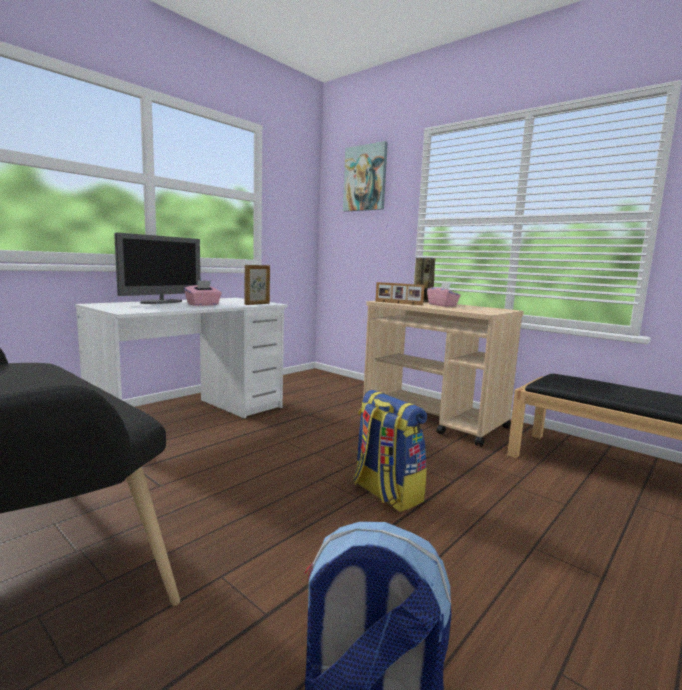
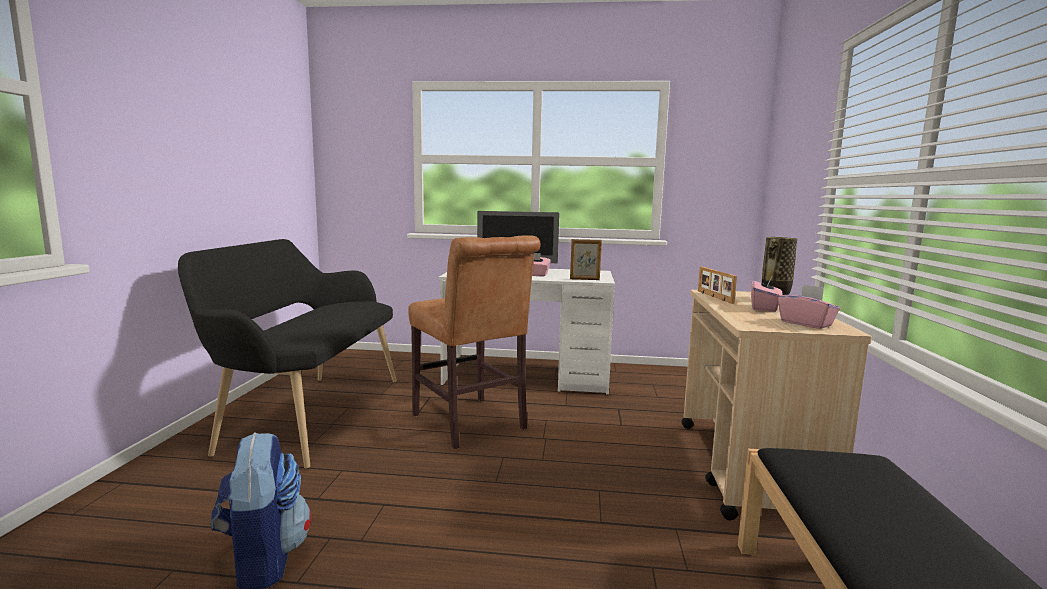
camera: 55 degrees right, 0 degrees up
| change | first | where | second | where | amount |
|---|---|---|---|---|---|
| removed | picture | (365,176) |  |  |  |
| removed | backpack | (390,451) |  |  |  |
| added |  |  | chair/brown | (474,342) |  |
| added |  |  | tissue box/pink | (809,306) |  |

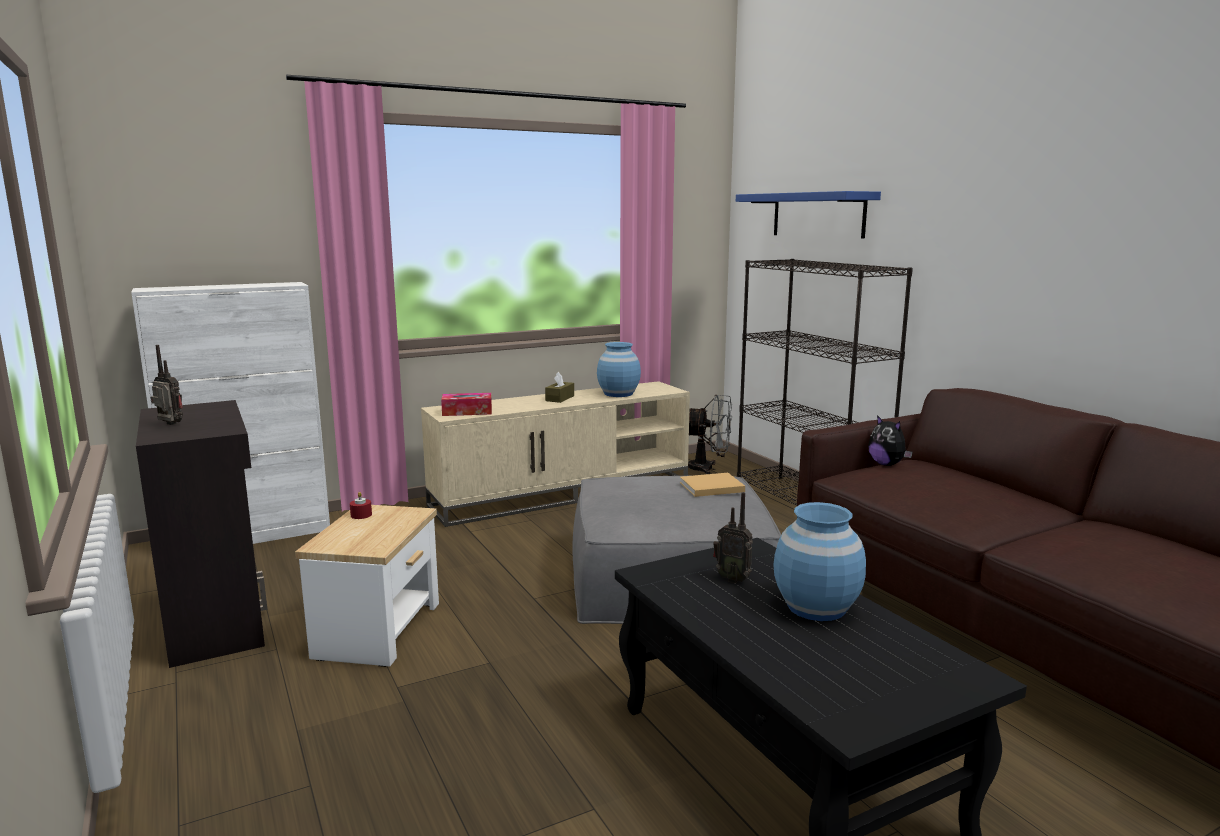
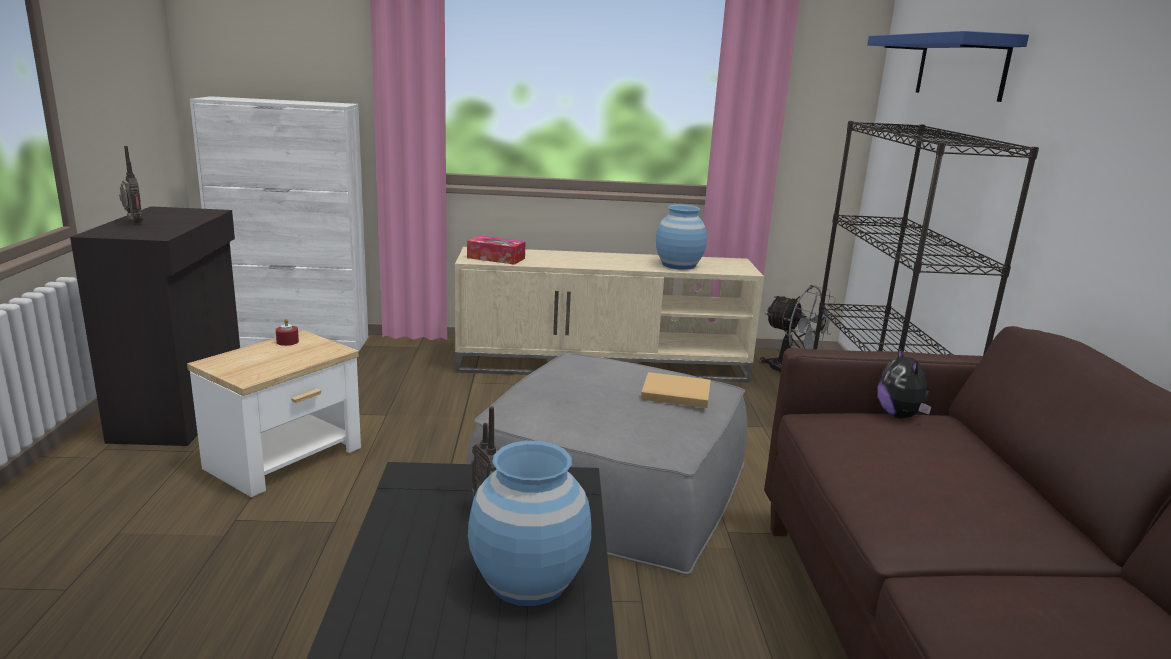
camera: 25 degrees right, 5 degrees up
| change | first | where | second | where | amount |
|---|---|---|---|---|---|
| removed | tissue box/brown | (559,387) |  |  |  |

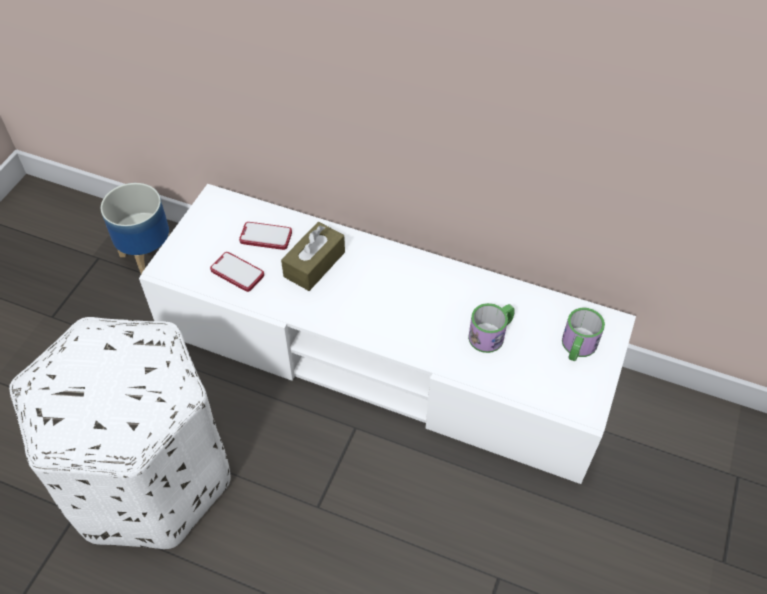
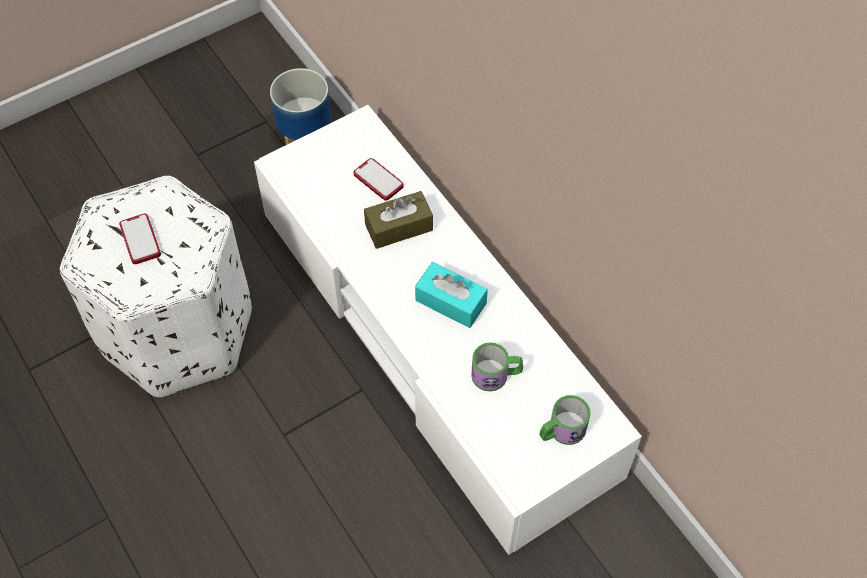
camera: 35 degrees right, 5 degrees up
| change | first | where | second | where | amount |
|---|---|---|---|---|---|
| moved | phone | (237,272) |  | (140,238) |  |
| added |  |  | tissue box/turquoise | (451,295) |  |

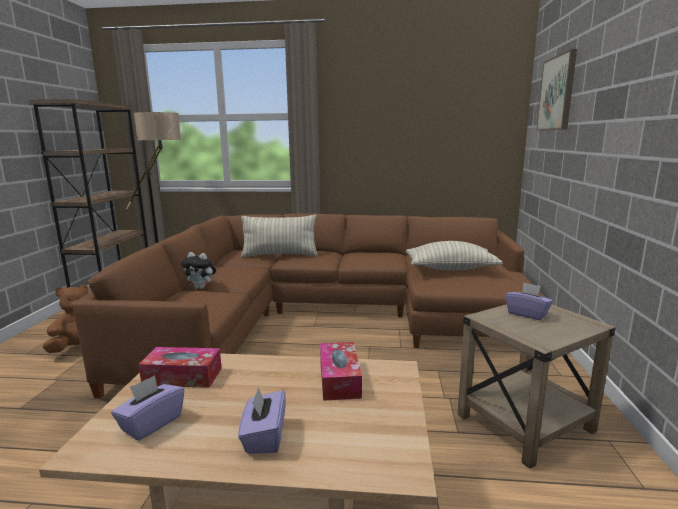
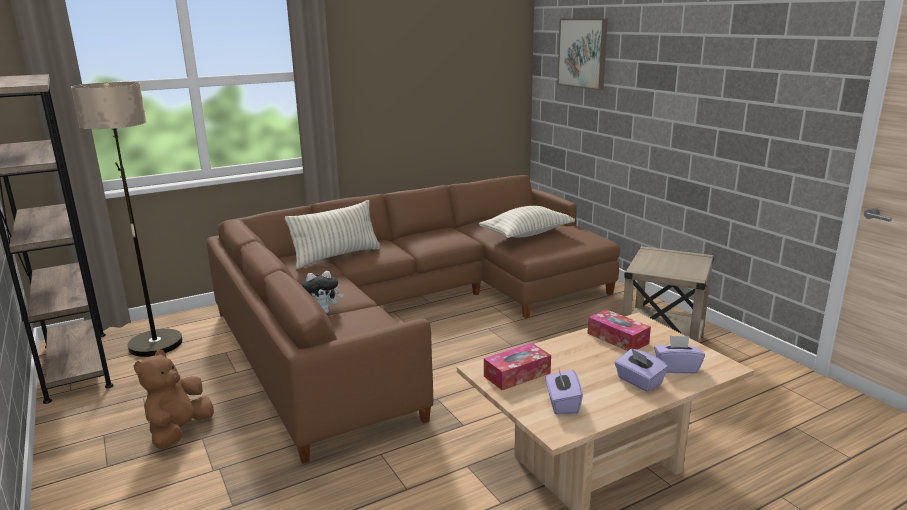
camera: 35 degrees left, 5 degrees up
| change | first | where | second | where | amount |
|---|---|---|---|---|---|
| moved | tissue box/purple | (529,301) |  | (679,354) |  |

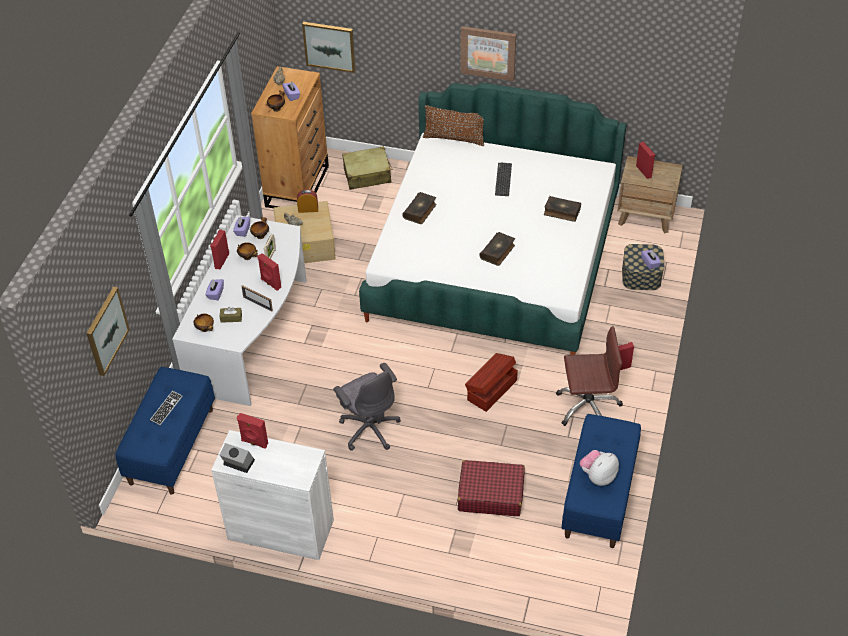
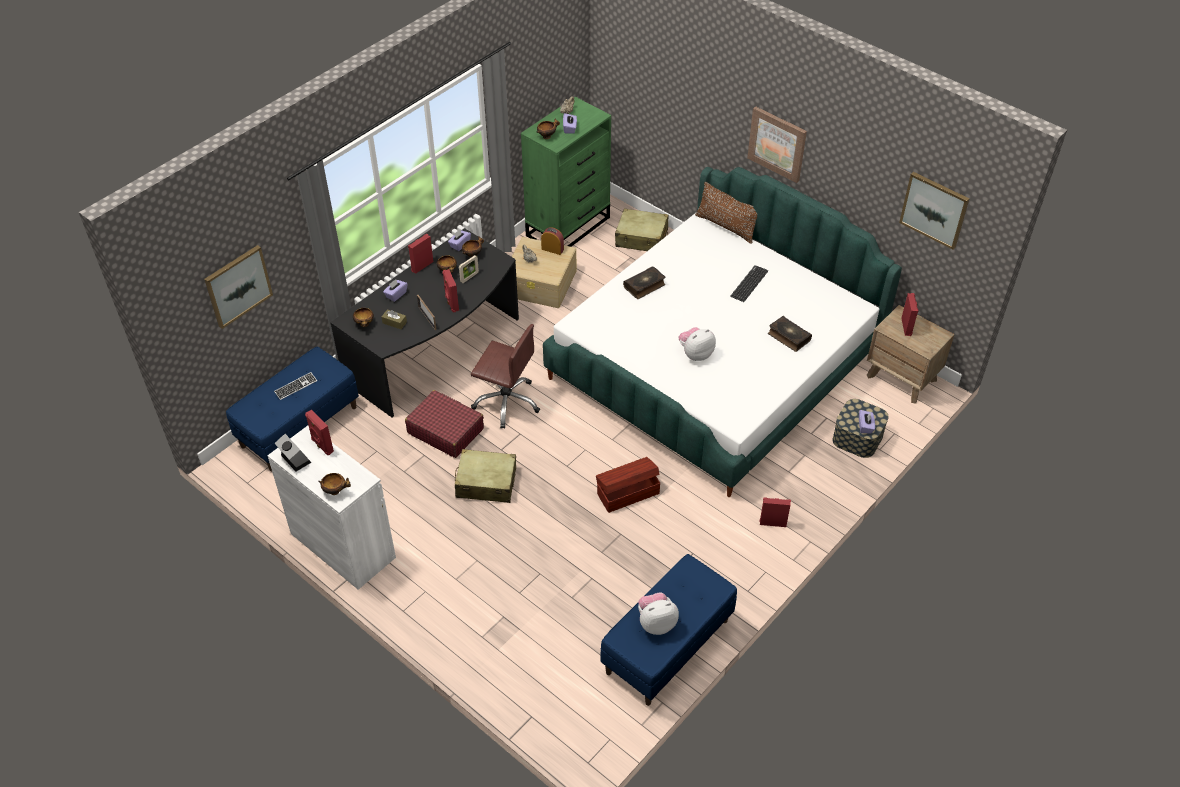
camera: 25 degrees right, 0 degrees up
| change | first | where | second | where | amount |
|---|---|---|---|---|---|
| recoloured | desk/white | (239,310) | desk/black | (424,322) |  |
| recoloured | dresser/brown | (290,137) | dresser/green | (566,172) |  |
| moved | picture | (328,47) |  | (934,211) |  |
| replaced | office chair/grey | (367,407) | suitcase/beige | (485,476) |  |
| moved | suitcase/red | (491,488) |  | (444,424) |  |
| replaced | book | (497,249) | plush toy | (697,344) |  |
| moved | office chair/brown | (589,376) |  | (505,376) |  |
| added |  |  | bowl | (334,484) |  |

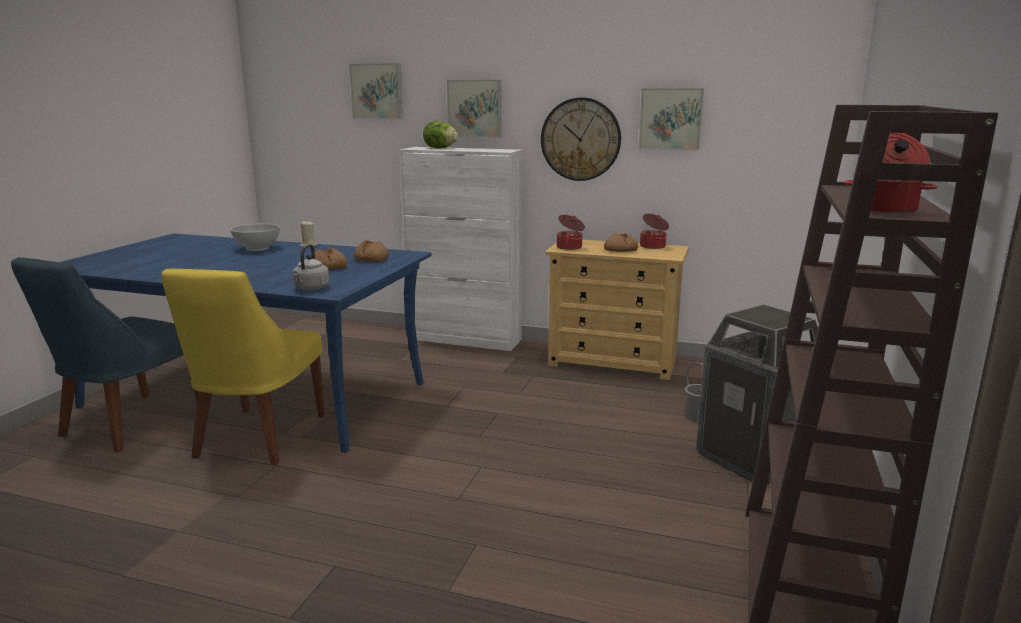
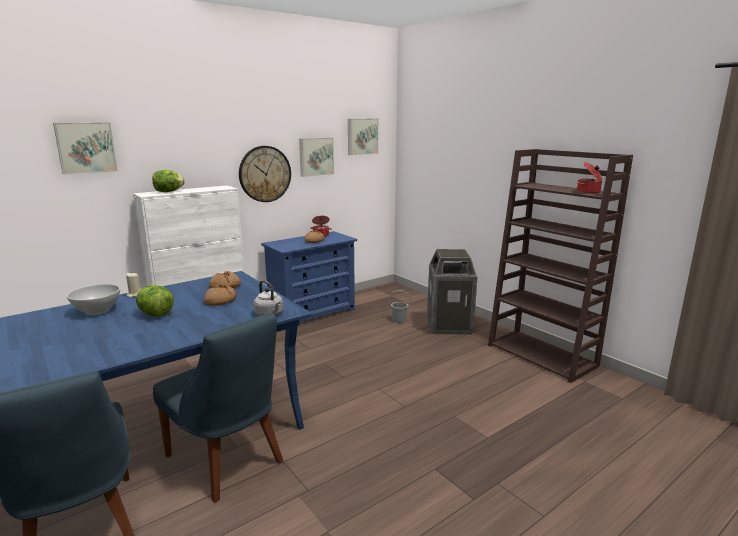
camera: 55 degrees left, 0 degrees up
| change | first | where | second | where | amount |
|---|---|---|---|---|---|
| recoloured | chair/yellow | (243,367) | chair/blue | (218,408) |  |
| moved | picture | (474,109) |  | (363,137) |  |
| recoloured | dresser/beige | (617,310) | dresser/blue | (309,276) |  |
| removed | cooking pot | (571,232) |  |  |  |
| added |  |  | lettuce | (155,300) |  |

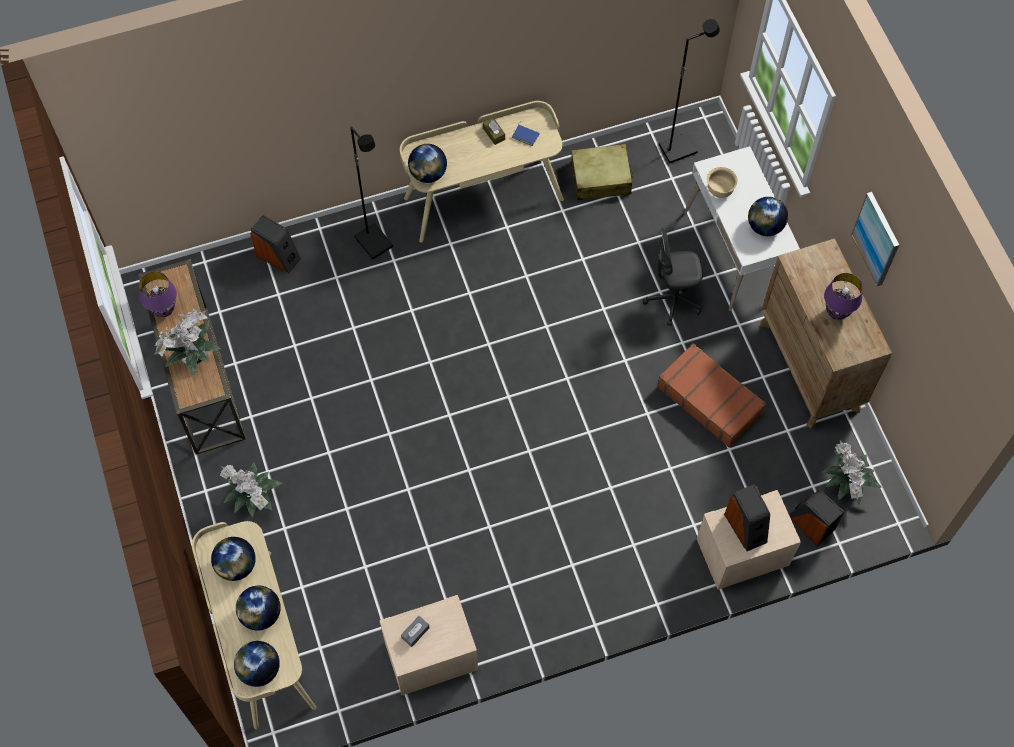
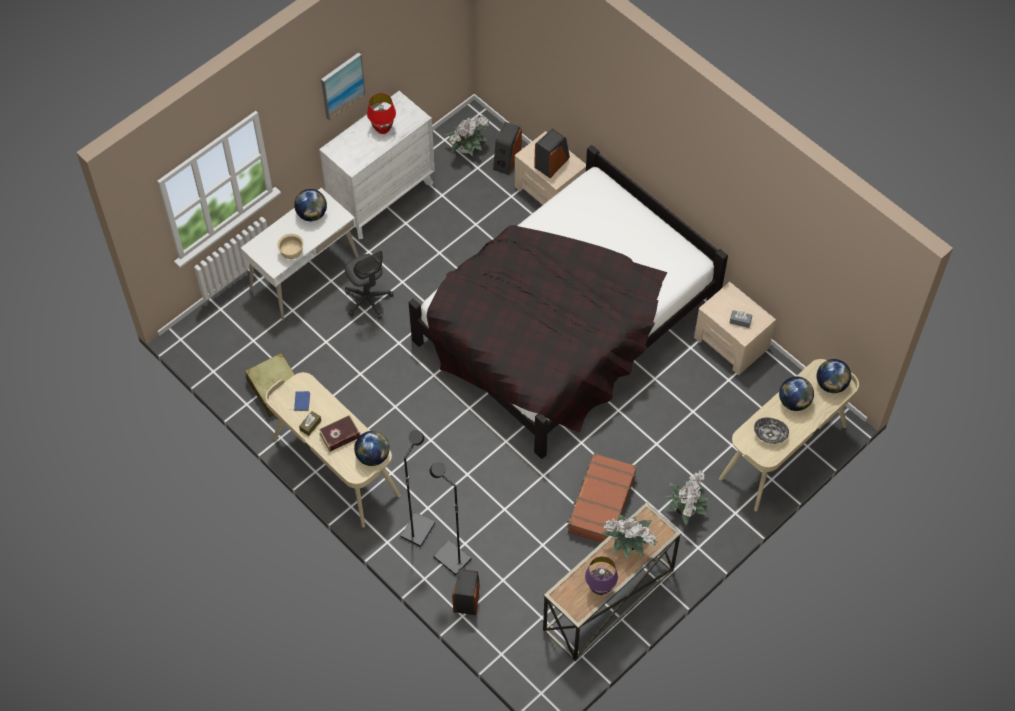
camera: 115 degrees left, 5 degrees down
| change | first | where | second | where | amount |
|---|---|---|---|---|---|
| replaced | globe | (233,559) | bowl | (771,431) |  |
| moved | suitcase/brown | (711,395) |  | (602,498) |  |
| moved | floor lamp/black | (689,91) |  | (450,518) |  |
| recoloured | dresser/brown | (826,333) | dresser/white | (377,165) |  |
| recoloured | table lamp/purple | (843,296) | table lamp/red | (381,113) |  |
| added |  |  | book | (340,433) |  |
| added |  |  | bed/black | (568,302) |  |

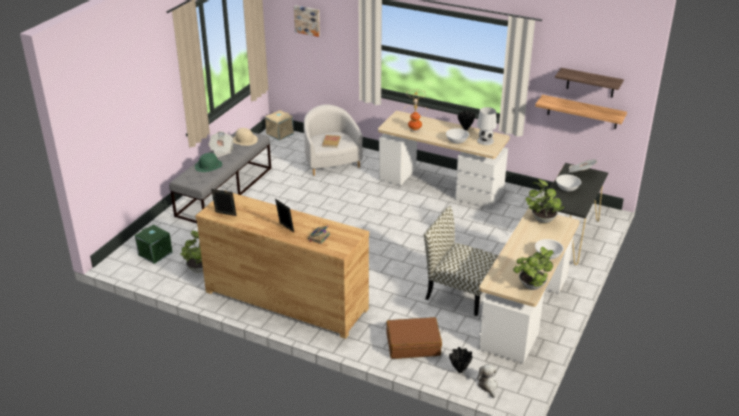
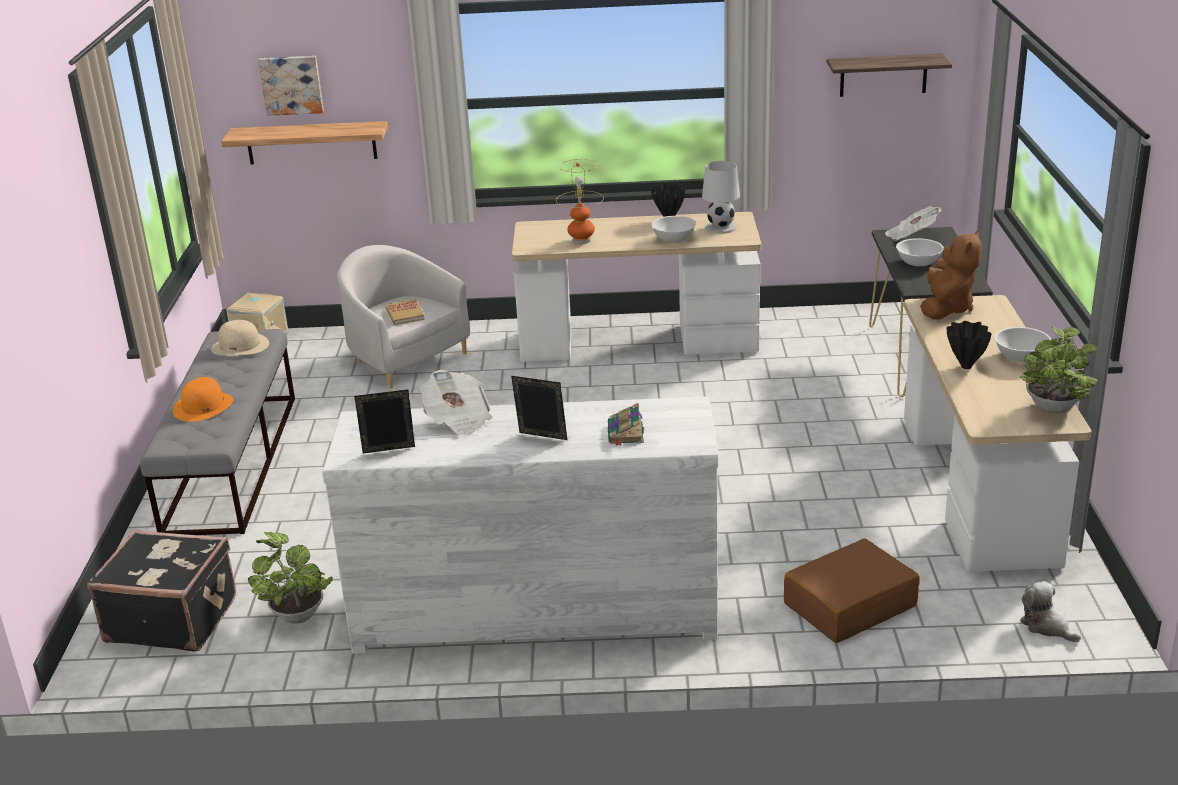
camera: 25 degrees left, 5 degrees down
| change | first | where | second | where | amount |
|---|---|---|---|---|---|
| replaced | storage box/green | (154,244) | suitcase/black | (161,590) |  |
| recoloured | hat/green | (209,162) | hat/orange | (203,399) |  |
| recoloured | dresser/brown | (282,266) | dresser/white | (520,525) |  |
| moved | newspaper | (221,144) |  | (456,404) |  |
| removed | chair | (461,261) |  |  |  |
| moved | vase/black | (460,360) |  | (969,345) |  |
| replaced | potted plant | (545,201) | plush toy/brown | (951,275) |  |
| moved | shelf | (581,112) |  | (304,142) |  |

